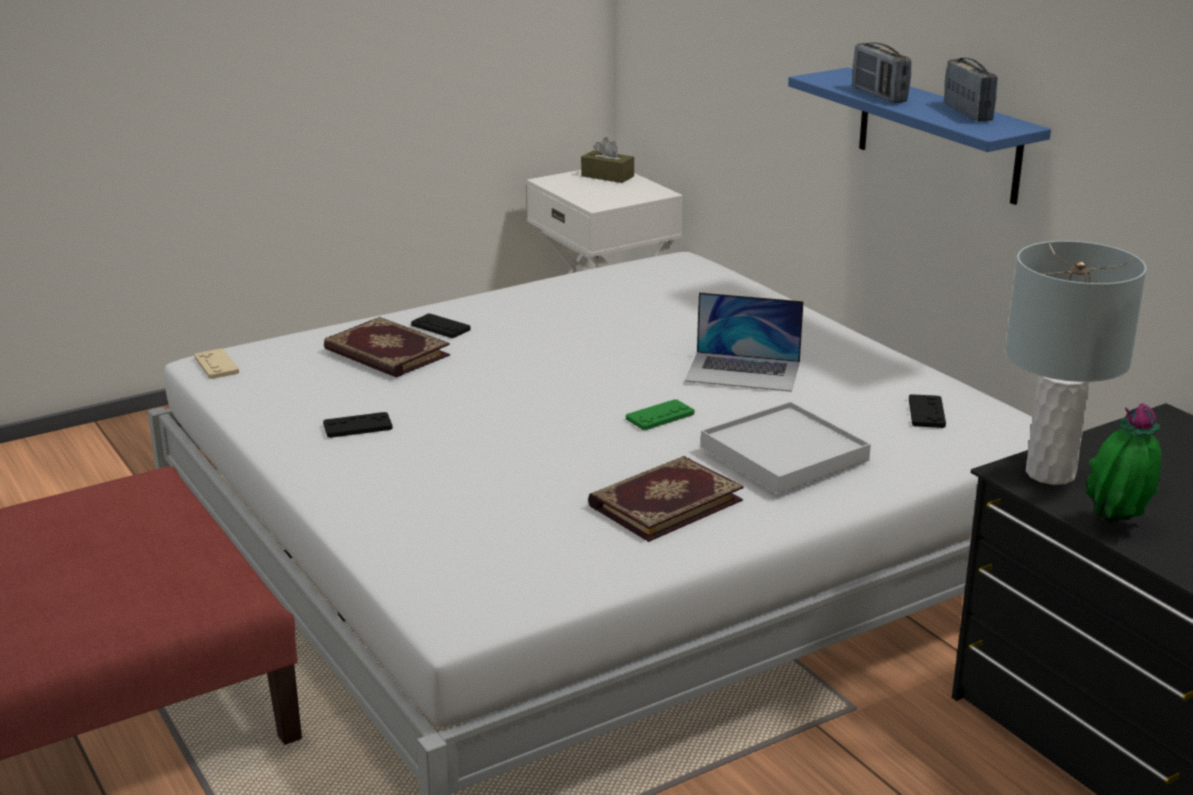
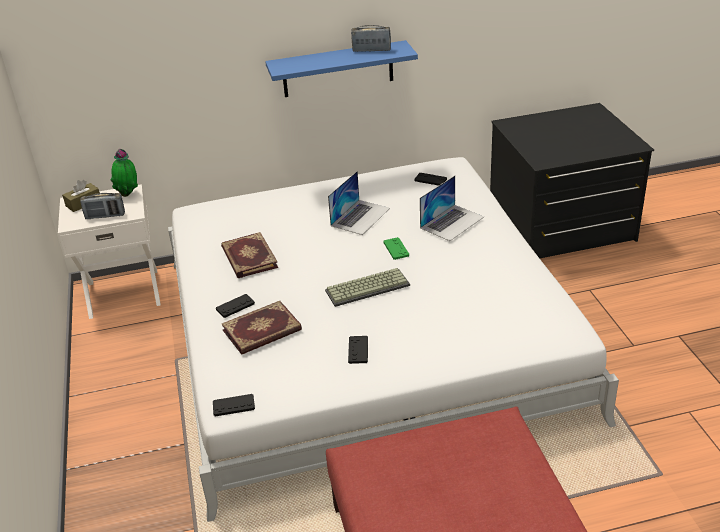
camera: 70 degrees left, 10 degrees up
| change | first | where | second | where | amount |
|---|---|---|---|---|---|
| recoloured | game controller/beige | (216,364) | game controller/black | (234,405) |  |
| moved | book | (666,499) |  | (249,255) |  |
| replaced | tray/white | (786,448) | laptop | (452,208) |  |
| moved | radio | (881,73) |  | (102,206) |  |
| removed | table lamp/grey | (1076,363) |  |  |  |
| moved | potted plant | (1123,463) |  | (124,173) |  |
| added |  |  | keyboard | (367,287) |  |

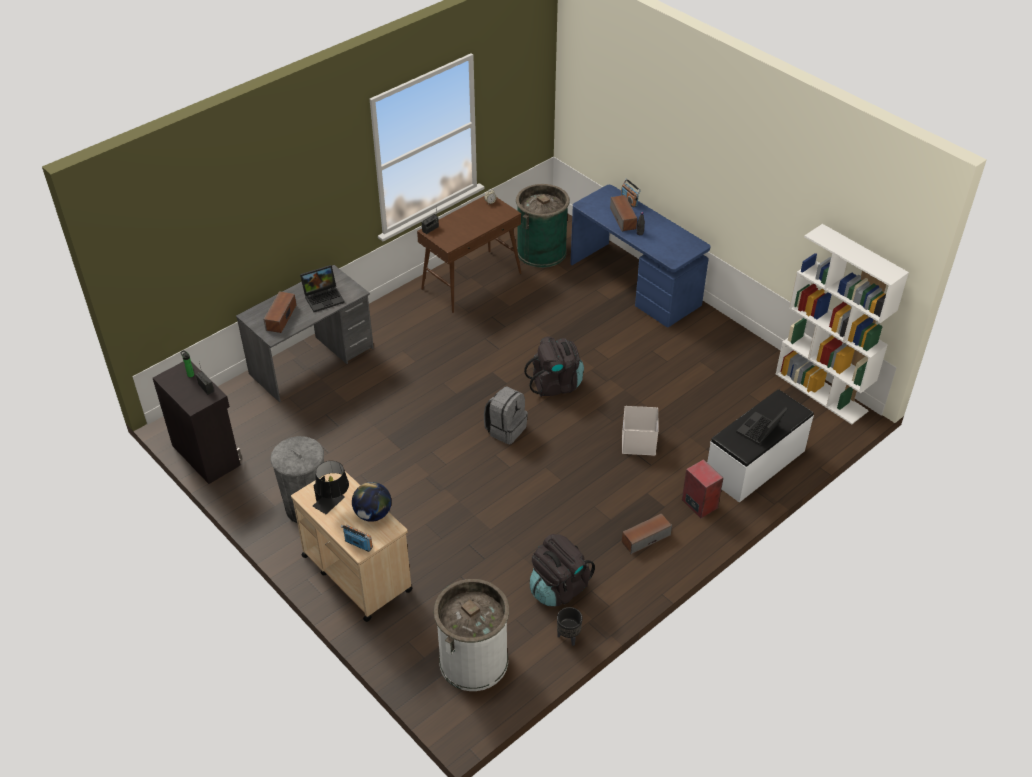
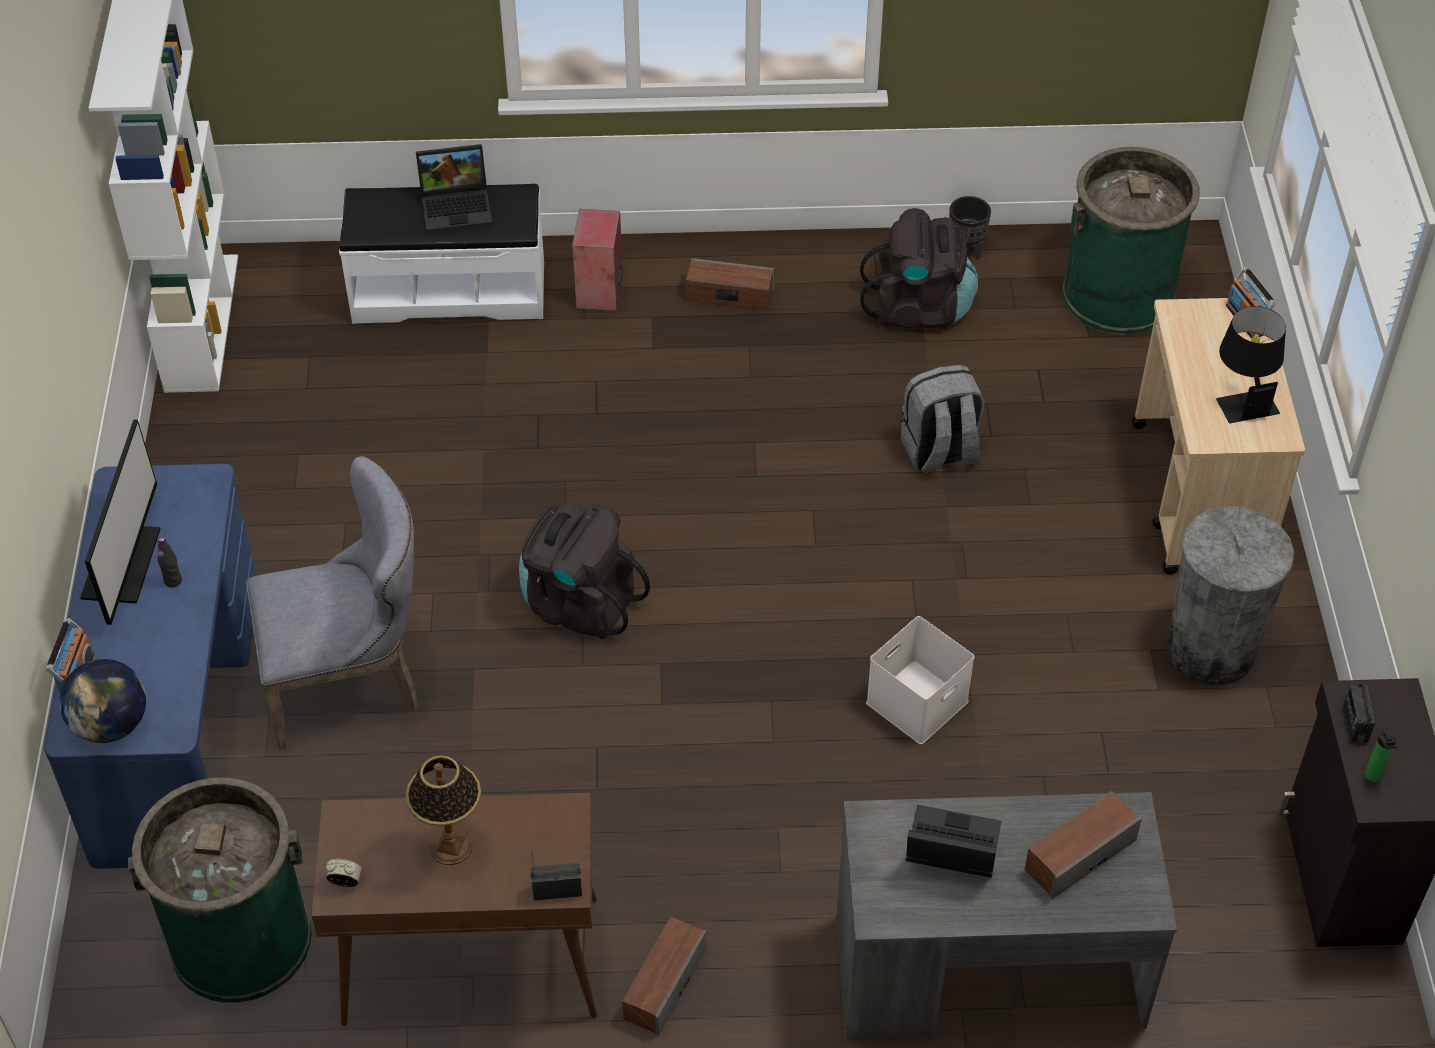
camera: 140 degrees left, 5 degrees up
| change | first | where | second | where | amount |
|---|---|---|---|---|---|
| moved | globe | (371,502) |  | (102,701) |  |
| recoloured | trash can/white | (471,635) | trash can/green | (1131,241) |  |
| moved | backpack/grey | (506,415) |  | (942,419) |  |
| moved | speaker | (623,213) |  | (664,976) |  |
| moved | storage box/white | (640,430) |  | (920,680) |  |
| added |  |  | monitor | (120,522) |  |
| added |  |  | chair/grey | (332,603) |  |
| added |  |  | table lamp | (443,810) |  |

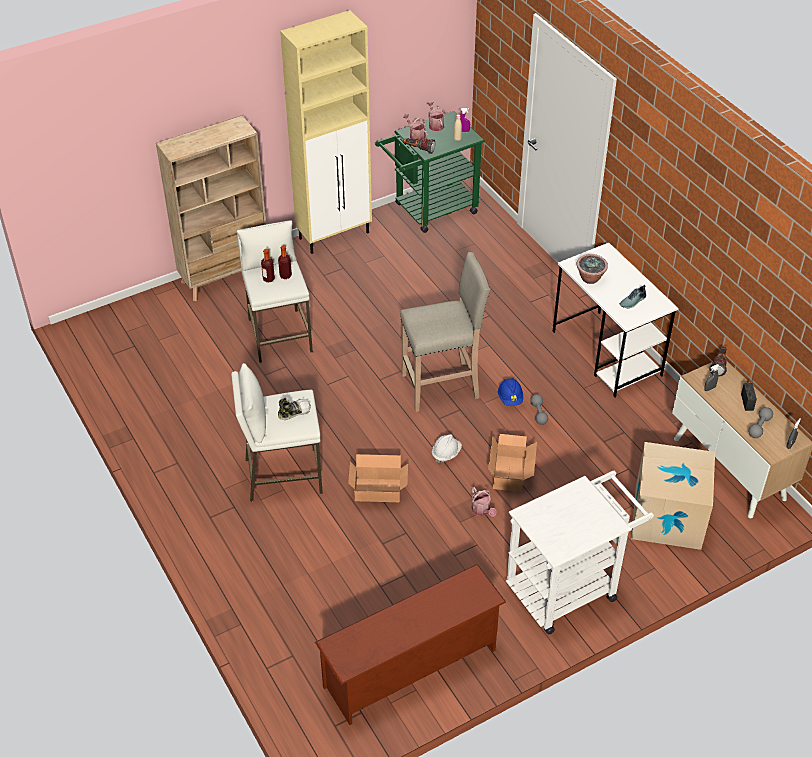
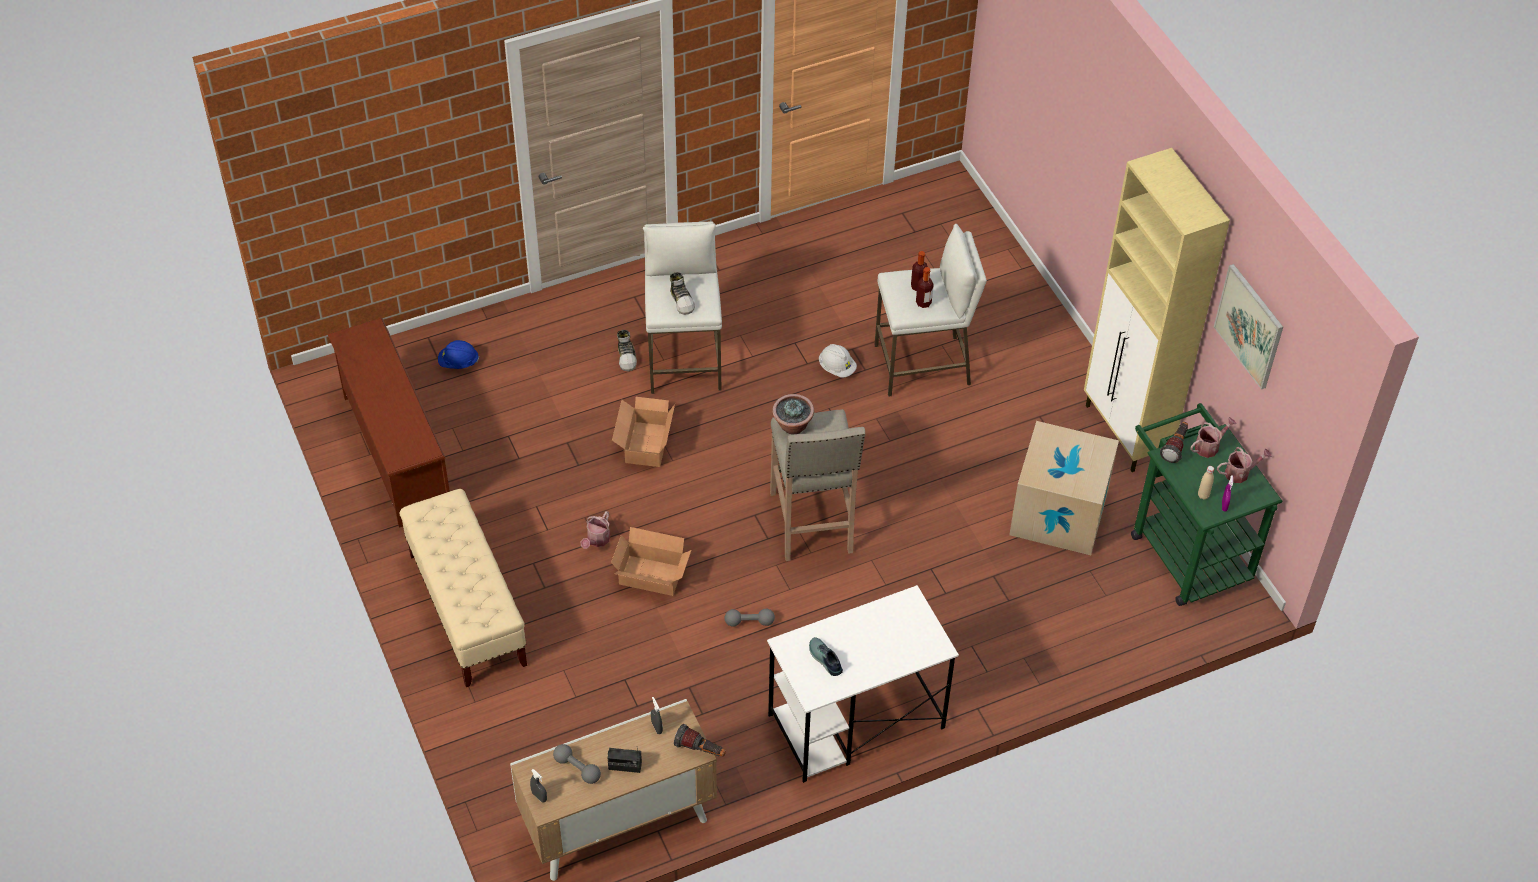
camera: 95 degrees right, 5 degrees up
| change | first | where | second | where | amount |
|---|---|---|---|---|---|
| removed | bookcase/beige | (211,208) |  |  |  |
| moved | hard hat/white | (447,449) |  | (838,361) |  |
| turned | watering can | (483,501) |  | (595,530) | 45 degrees counterclockwise |
| moved | hard hat/blue | (510,392) |  | (458,354) |  |
| replaced | cart/white | (580,552) | bench/beige | (463,588) |  |
| moved | potted plant | (592,269) |  | (793,414) |  |
| moved | cardboard box | (673,496) |  | (1064,488) |  |
| added |  |  | shoe | (627,350) |  |
| added |  |  | picture | (1248,327) |  |

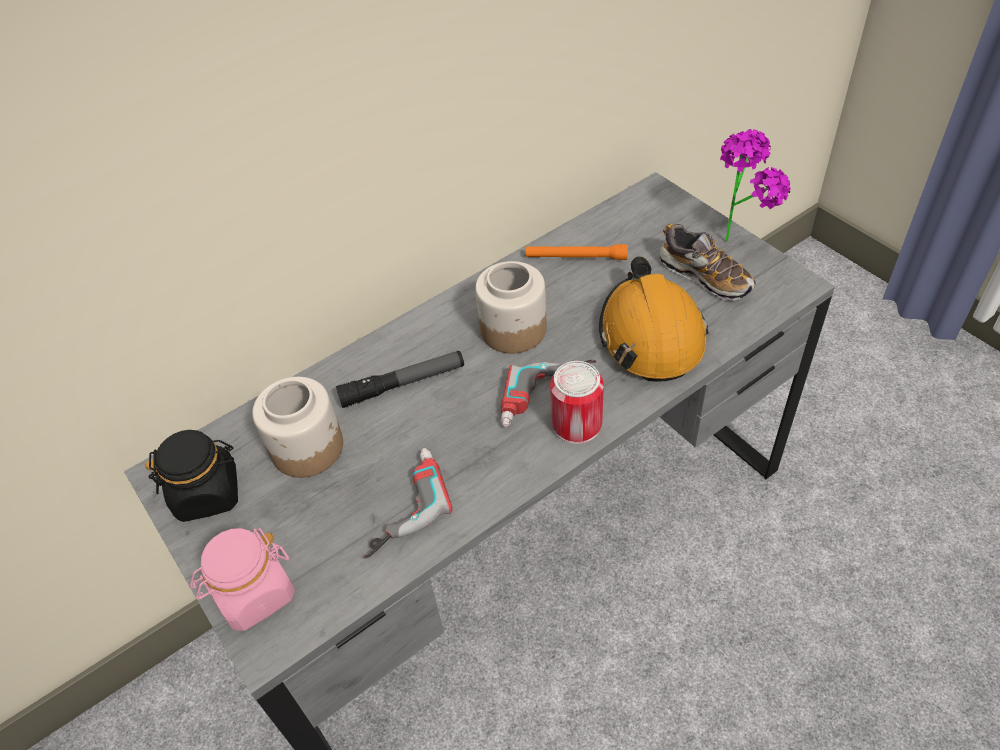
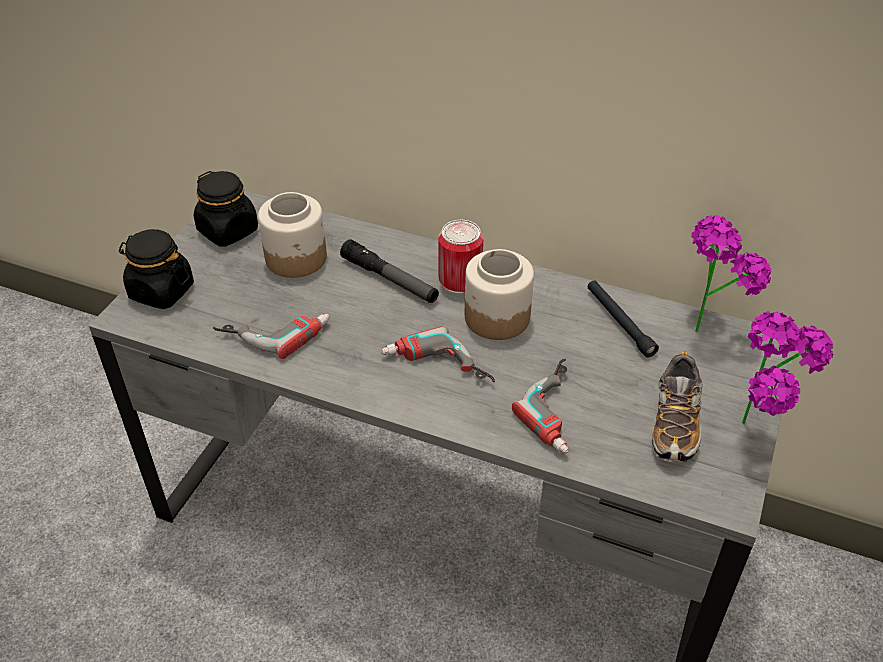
camera: 55 degrees right, 5 degrees down
| change | first | where | second | where | amount |
|---|---|---|---|---|---|
| recoloured | jar/pink | (242,579) | jar/black | (156,269) |  |
| recoloured | flashlight/orange | (576,252) | flashlight/black | (623,319) |  |
| moved | can | (577,402) |  | (460,257) |  |
| replaced | hard hat/orange | (654,319) | power drill | (540,406) |  |
| added |  |  | potted plant | (731,274) |  |

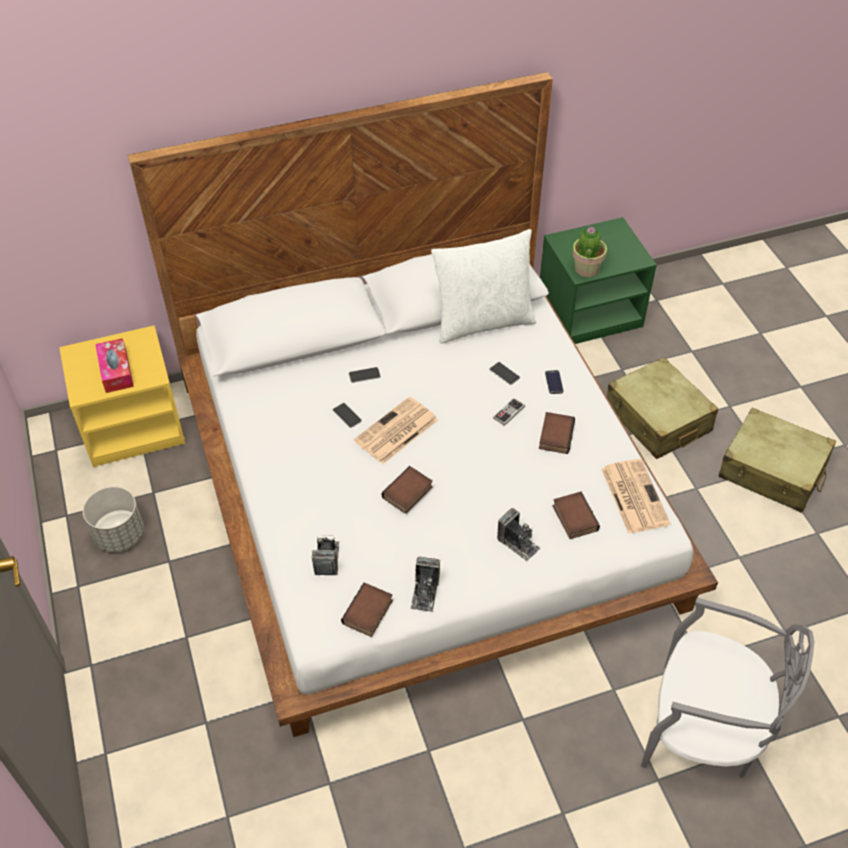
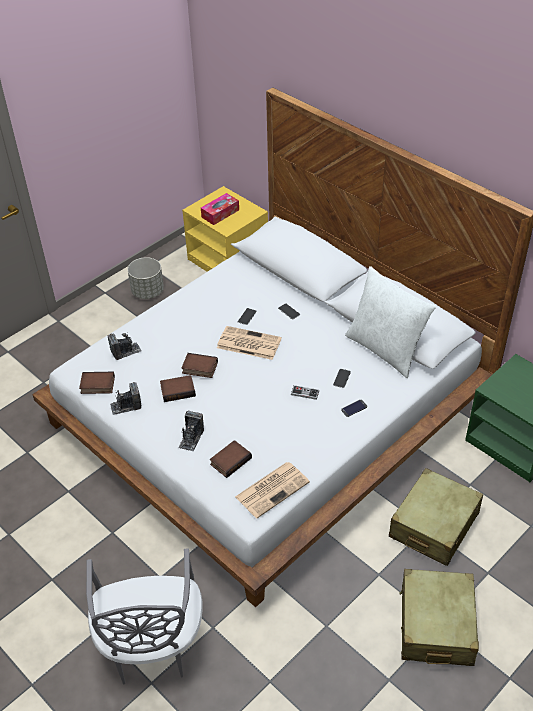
camera: 65 degrees right, 5 degrees down
| change | first | where | second | where | amount |
|---|---|---|---|---|---|
| moved | book | (557,433) |  | (178,388) |  |
| removed | potted plant | (589,252) |  |  |  |

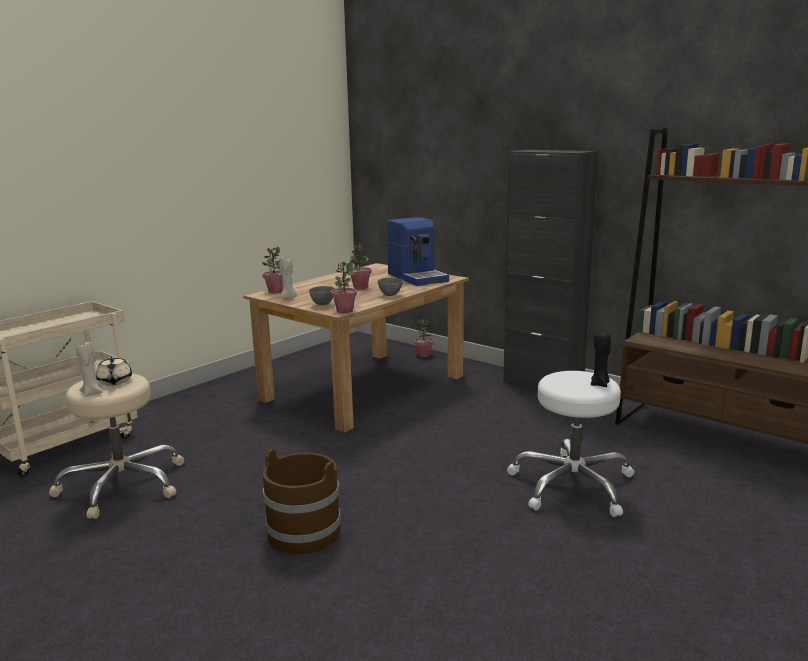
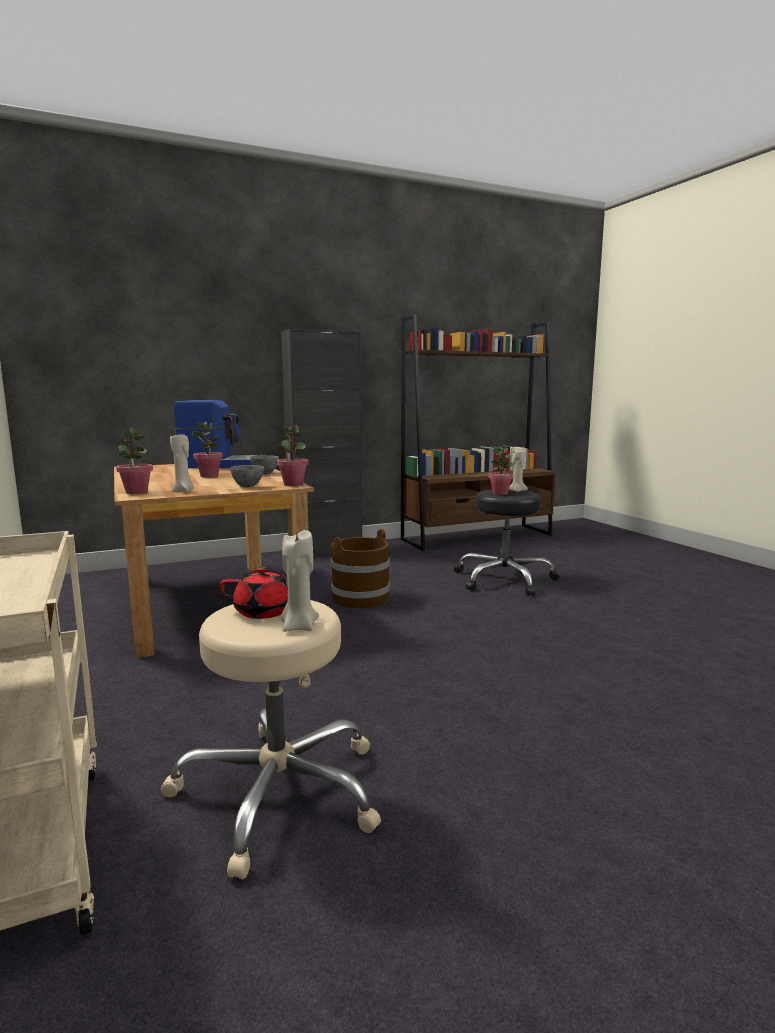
camera: 65 degrees left, 5 degrees down
| change | first | where | second | where | amount |
|---|---|---|---|---|---|
| recoloured | teapot/beige | (114,370) | teapot/red | (266,593) |  |
| moved | bucket/brown | (302,501) |  | (360,568) |  |
| moved | potted plant | (424,338) |  | (501,470) |  |
| recoloured | stool/white | (571,444) | stool/black | (506,542) |  |
| recoloured | candle/black | (601,360) | candle/beige | (518,471) |  |

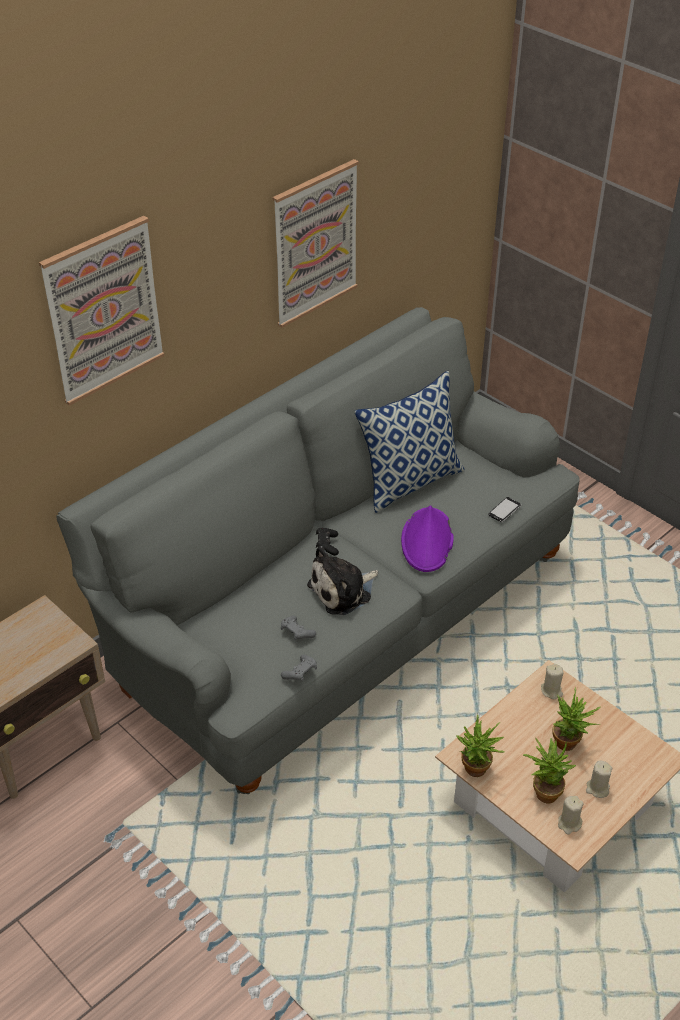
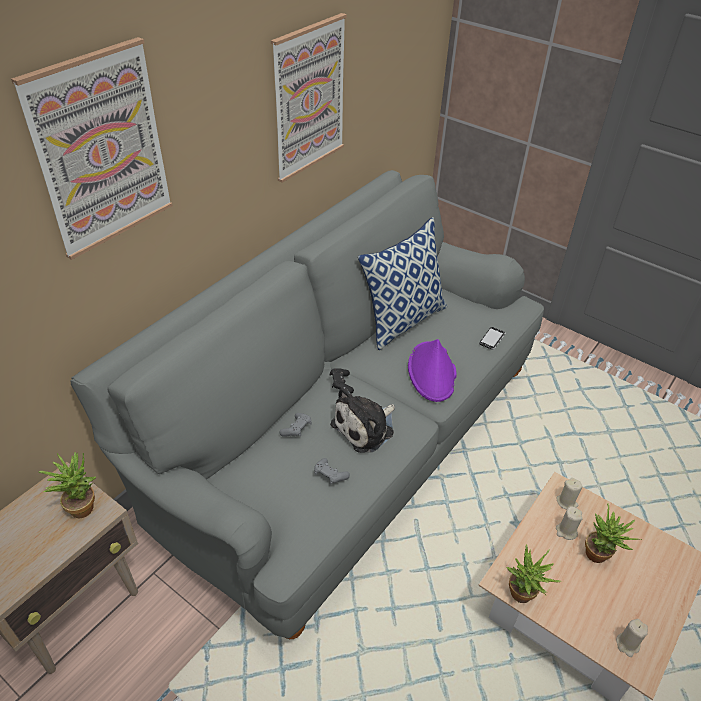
camera: 10 degrees left, 0 degrees up
| change | first | where | second | where | amount |
|---|---|---|---|---|---|
| moved | game controller/grey | (299,668) |  | (295,425) |  |
| moved | potted plant | (549,770) |  | (67,485) |  |
| moved | candle/beige | (599,779) |  | (569,523) |  |

